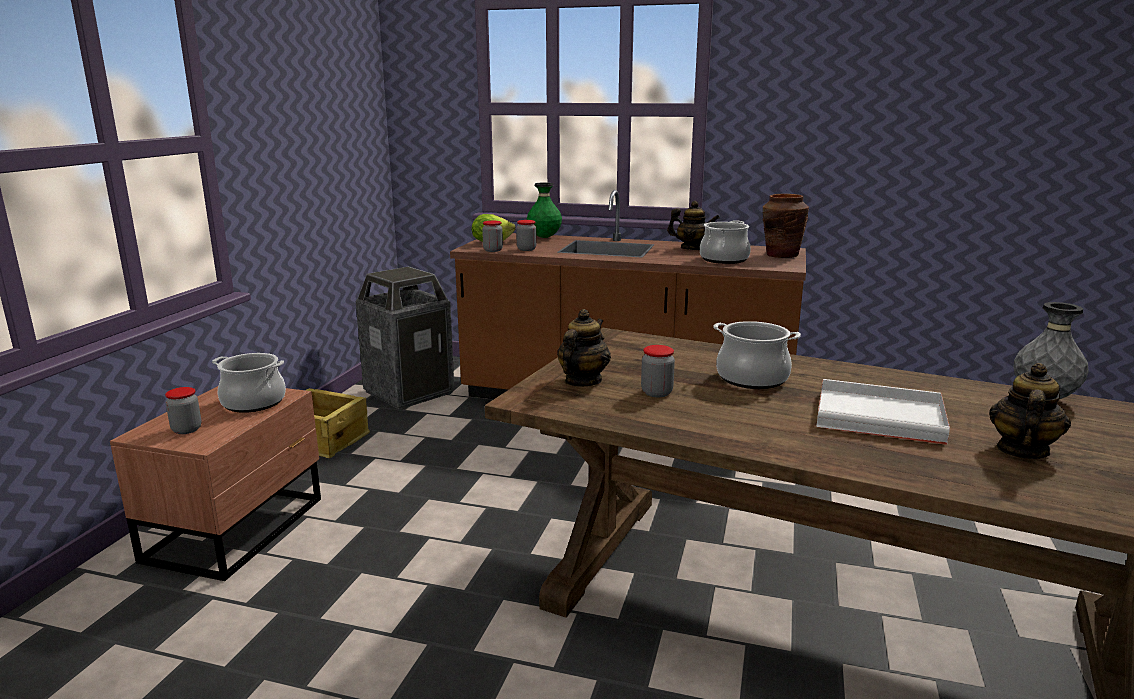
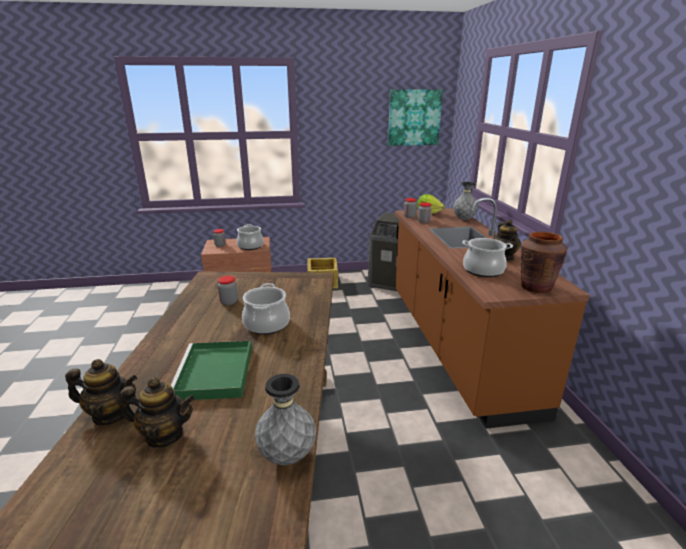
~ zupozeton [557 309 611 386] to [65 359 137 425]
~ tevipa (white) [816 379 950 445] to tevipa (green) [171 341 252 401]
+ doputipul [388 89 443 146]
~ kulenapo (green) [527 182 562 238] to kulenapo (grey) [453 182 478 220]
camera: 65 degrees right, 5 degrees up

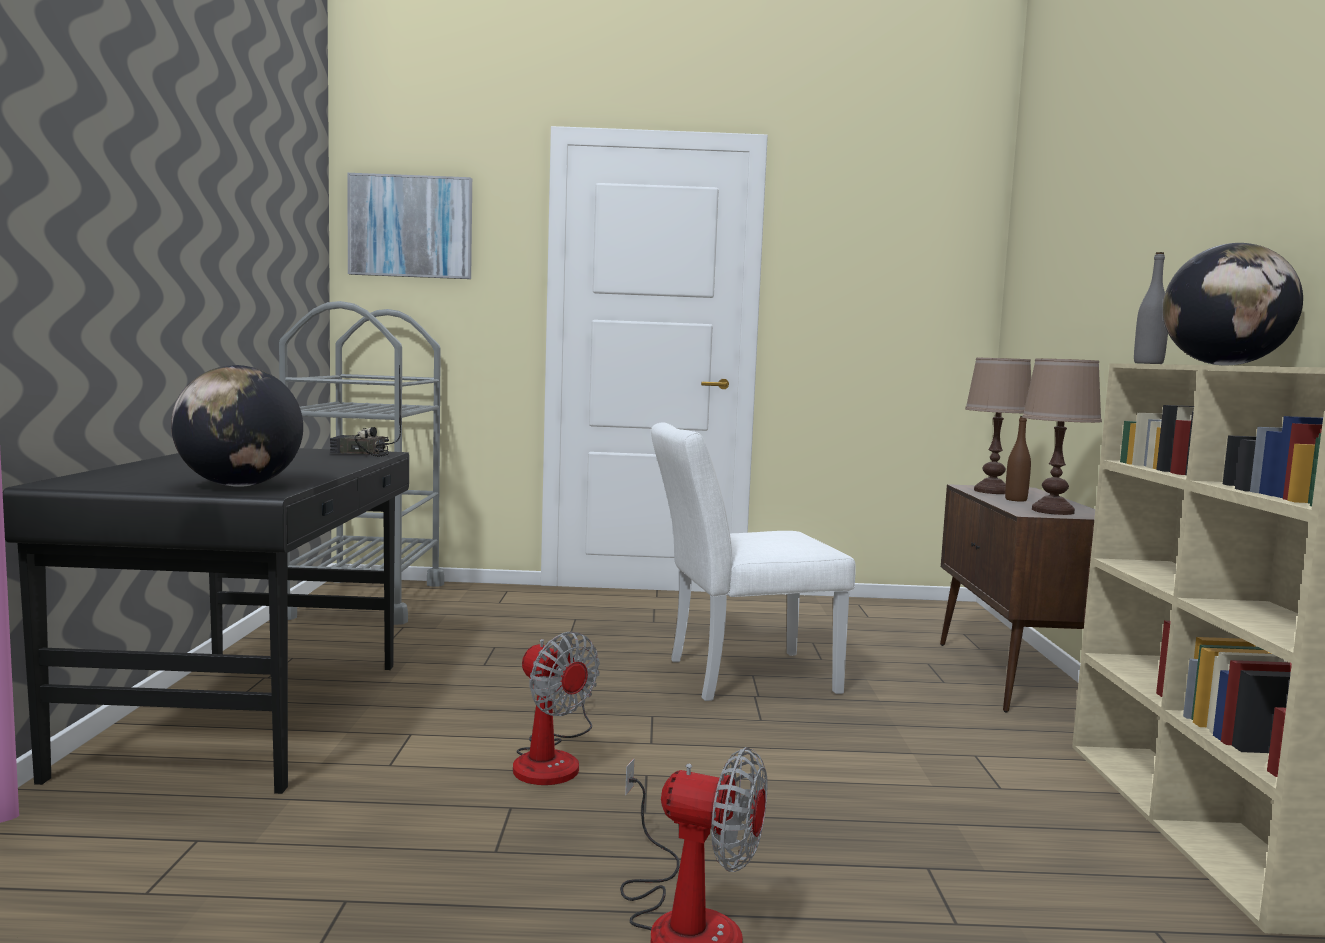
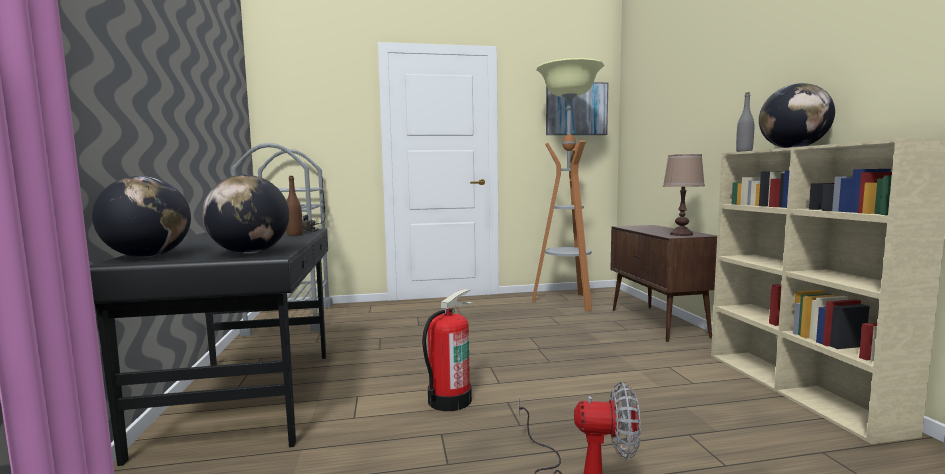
+ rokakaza [92 176 191 257]
~ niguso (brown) [1005 416 1031 502] to [286 176 303 236]
~ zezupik [513 632 600 785] to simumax [422 289 472 411]
+ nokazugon [532 58 604 311]
~ doputipul [347 173 472 279] to [546 82 609 135]
- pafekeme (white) [651 423 856 701]
- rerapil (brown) [965 358 1031 494]
camera: 10 degrees left, 0 degrees up

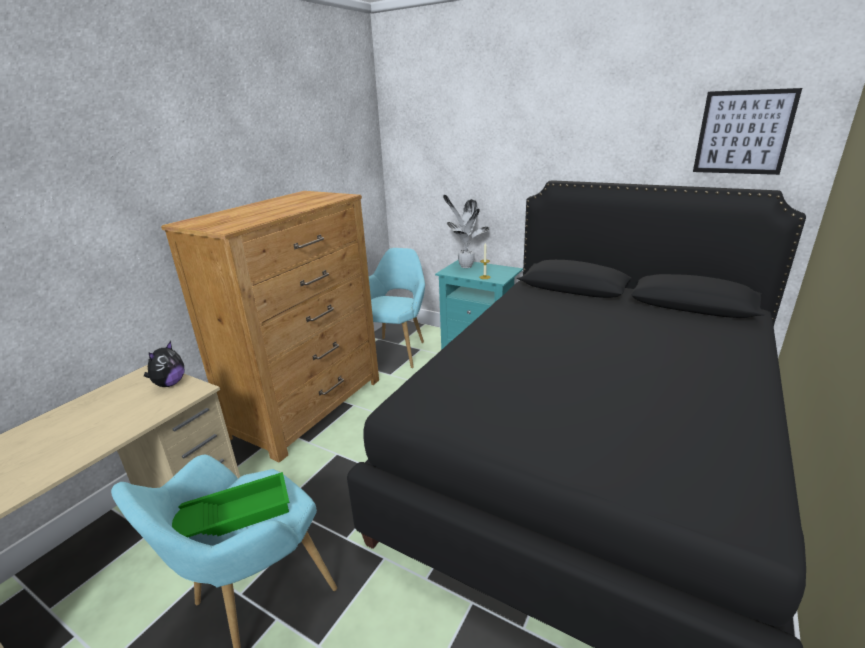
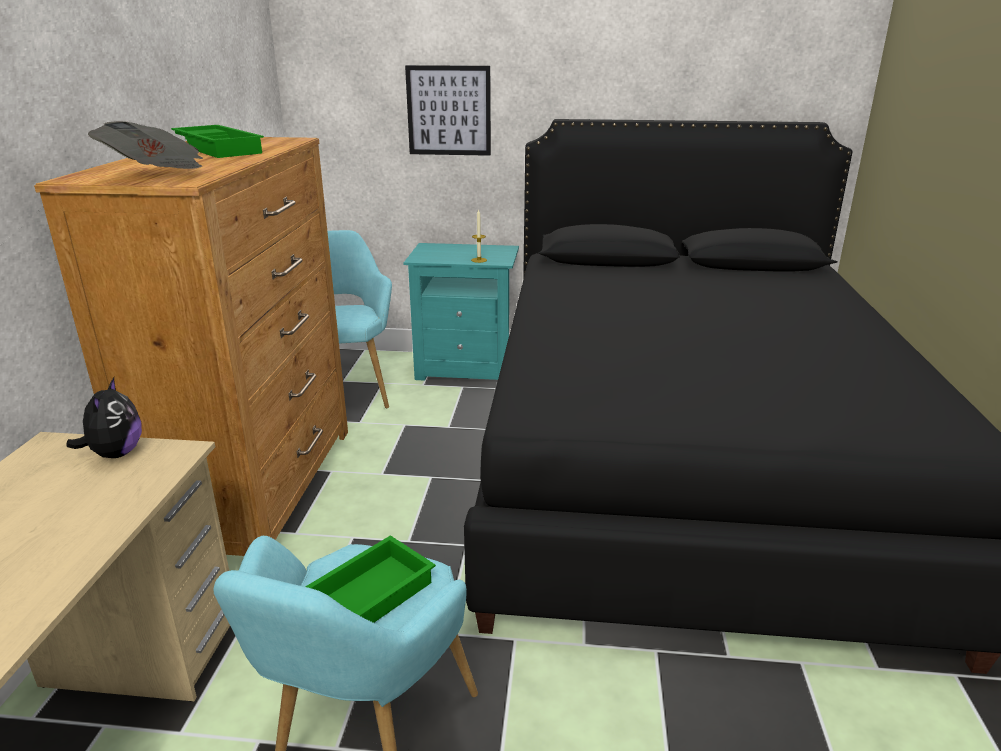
+ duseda [88 121 203 169]
+ tevipa (green) [171 125 264 158]
~ doputipul [693 88 802 175] to [405 65 491 156]
- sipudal [443 195 490 268]
camera: 25 degrees left, 0 degrees up

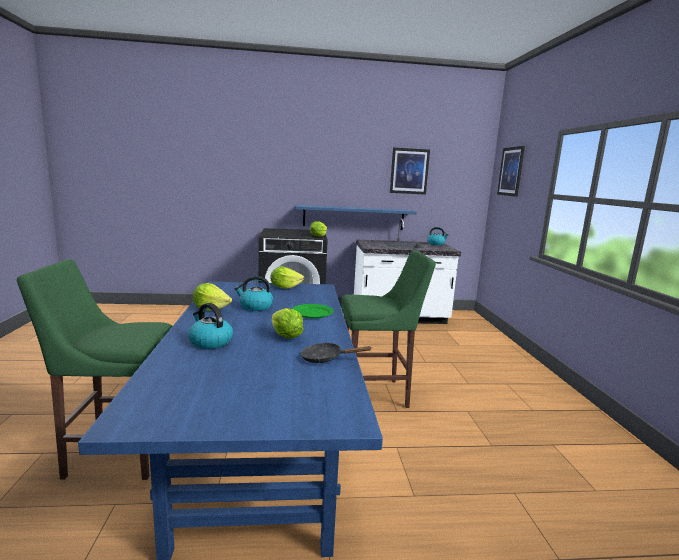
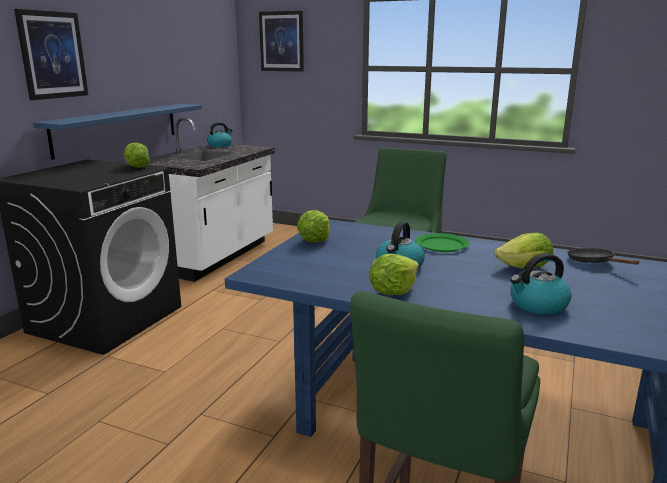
~ doputipul [390 147 430 195] to [14 9 88 100]
~ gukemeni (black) [301 343 371 363] = [567 248 640 265] 120 degrees clockwise
camera: 60 degrees left, 5 degrees up

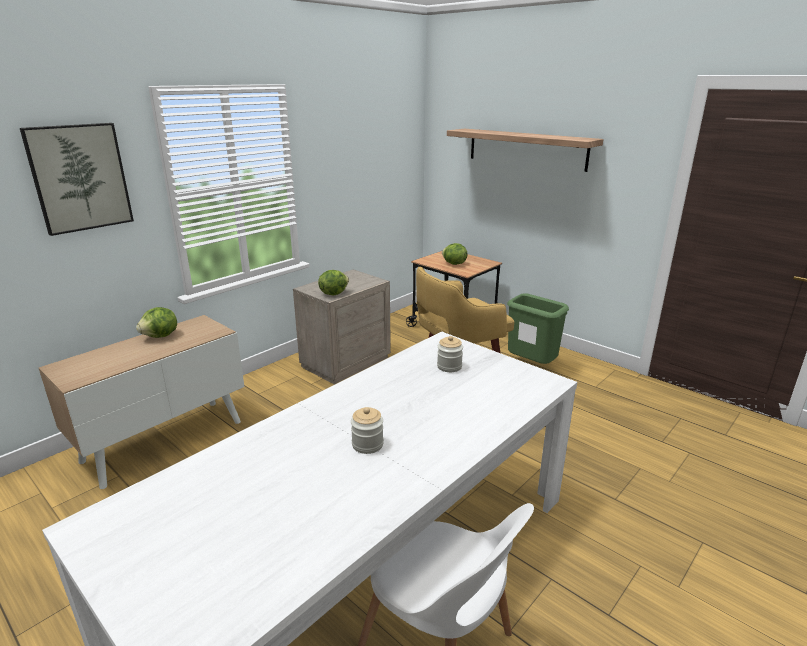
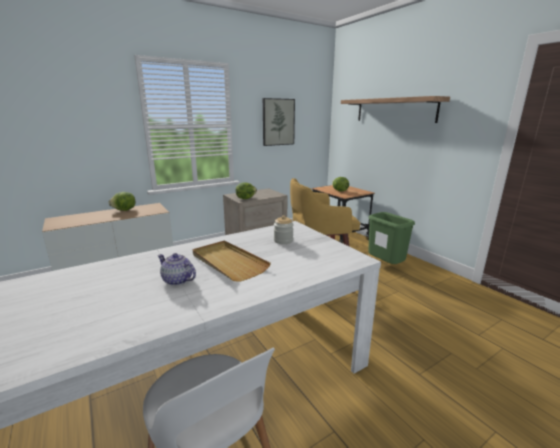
~ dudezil [351 407 384 454] to zupozeton [157 253 196 286]
+ tevipa (beige) [193 240 271 282]
~ doputipul [20 123 134 236] to [263 98 295 146]
camera: 15 degrees right, 5 degrees down

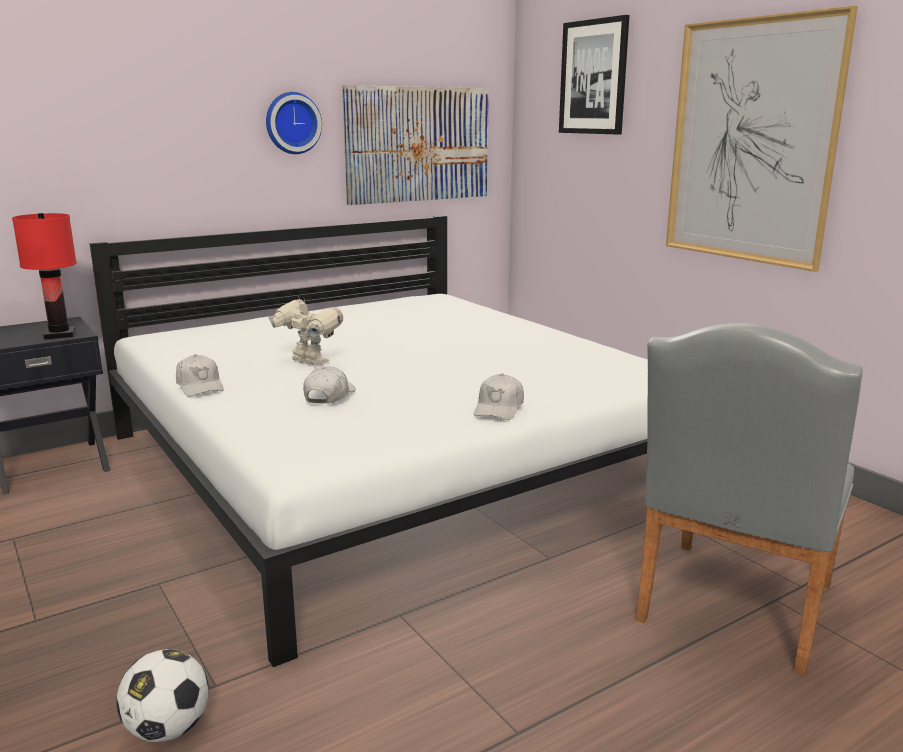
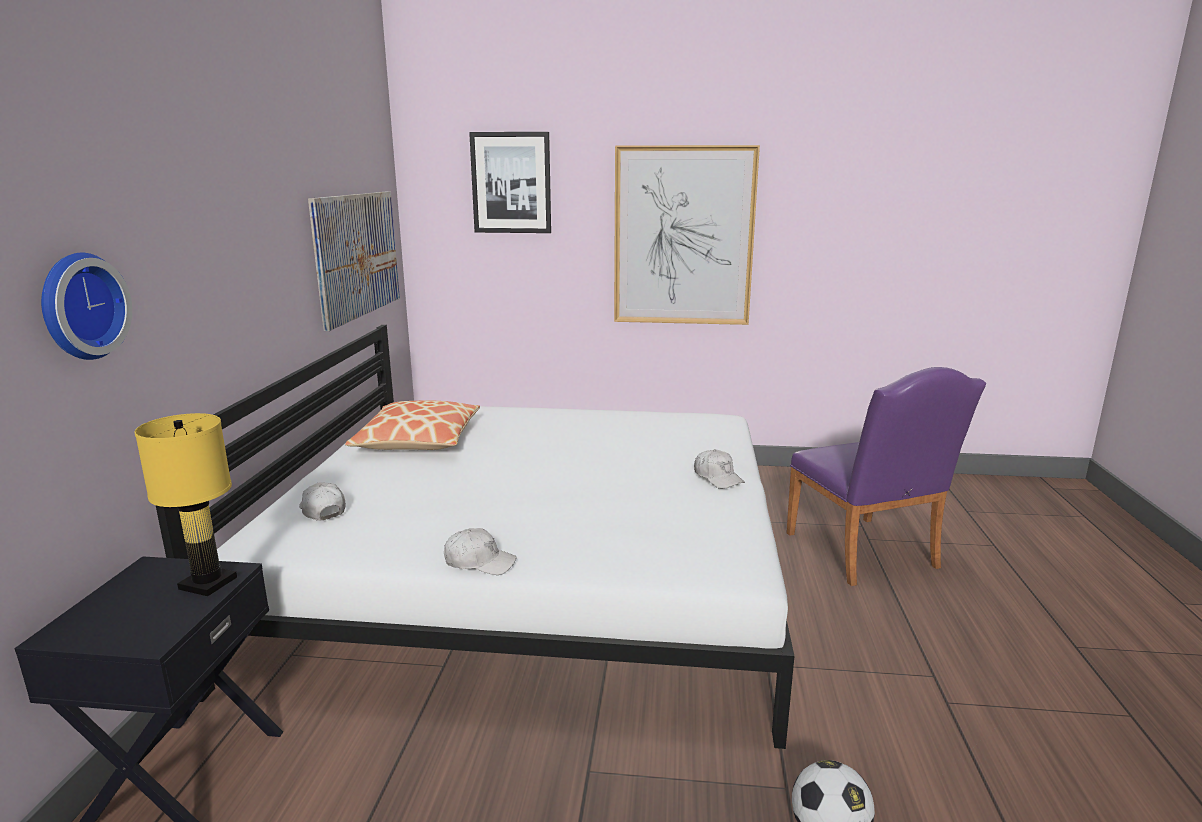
~ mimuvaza [266 92 322 154] to [41 253 132 360]
~ rerapil (red) [12 213 77 339] to rerapil (yellow) [135 413 237 596]
~ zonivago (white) [303 366 356 403] to [299 482 346 521]
+ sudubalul [345 401 480 450]
~ pafekeme (grey) [635 323 863 675] to pafekeme (purple) [786 367 986 586]
- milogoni [268 296 343 365]
camera: 50 degrees left, 0 degrees up

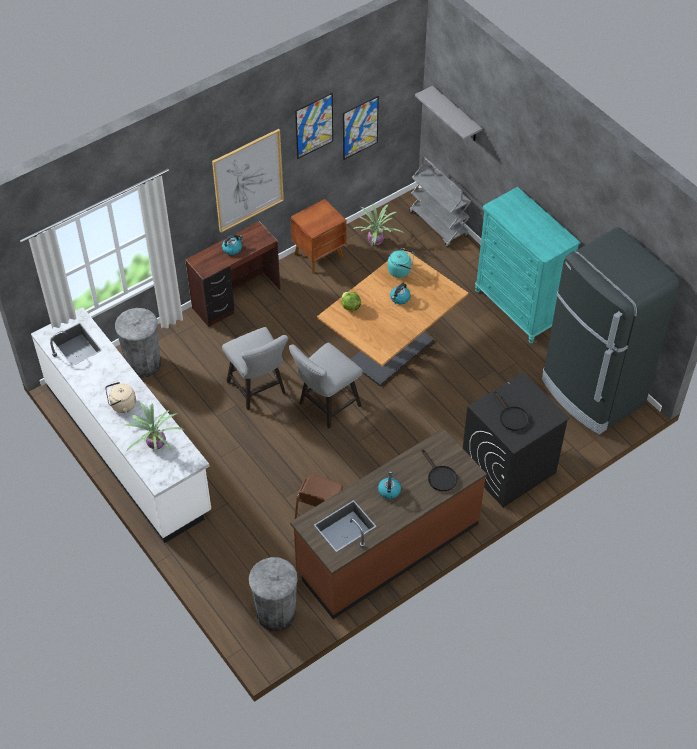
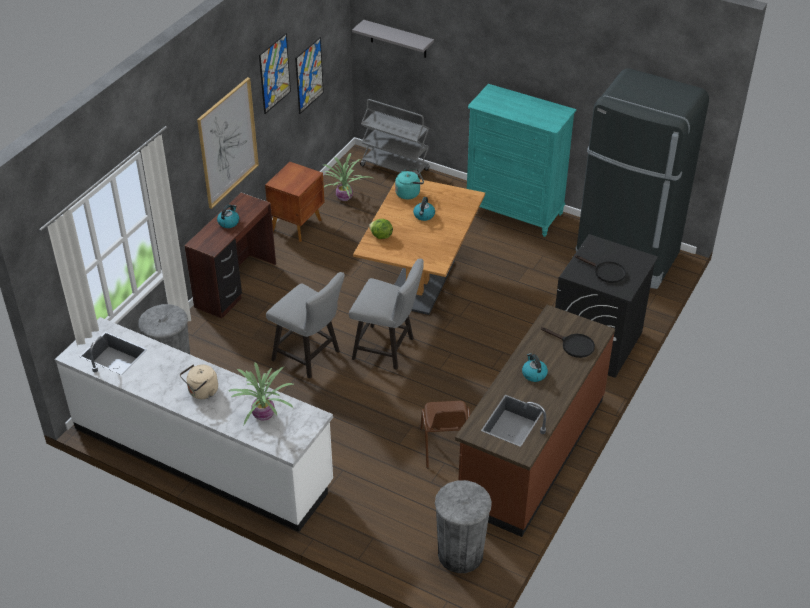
~ pafekeme (grey) [289 343 363 428] = [349 259 424 370] 90 degrees counterclockwise
camera: 25 degrees left, 10 degrees down

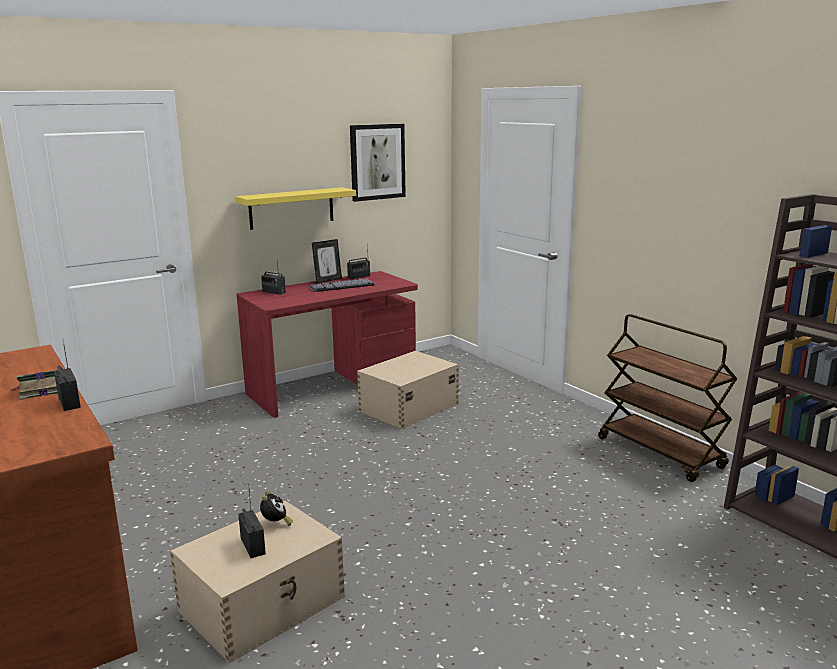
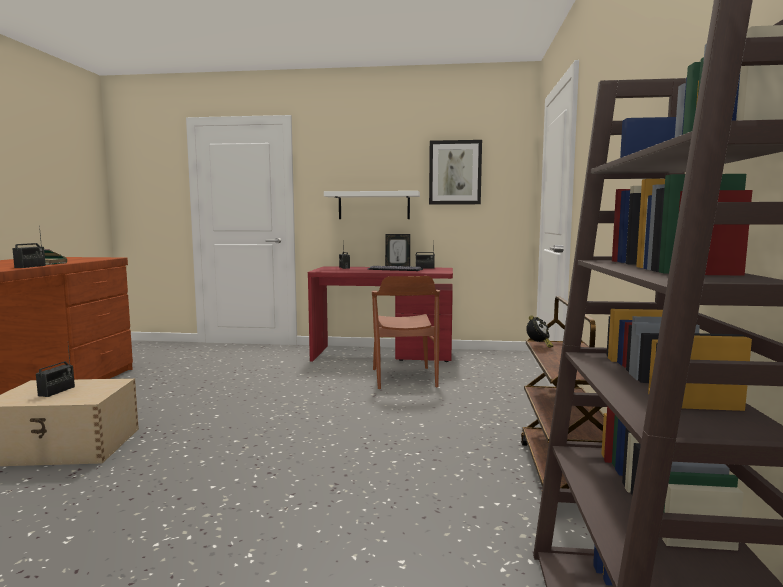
~ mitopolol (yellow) [235 187 356 230] to mitopolol (white) [324 191 420 219]
~ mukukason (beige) [357 351 459 429] to pafekeme (brown) [372 276 440 389]
~ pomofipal [260 491 293 526] to [526 315 554 348]
camera: 40 degrees right, 10 degrees down

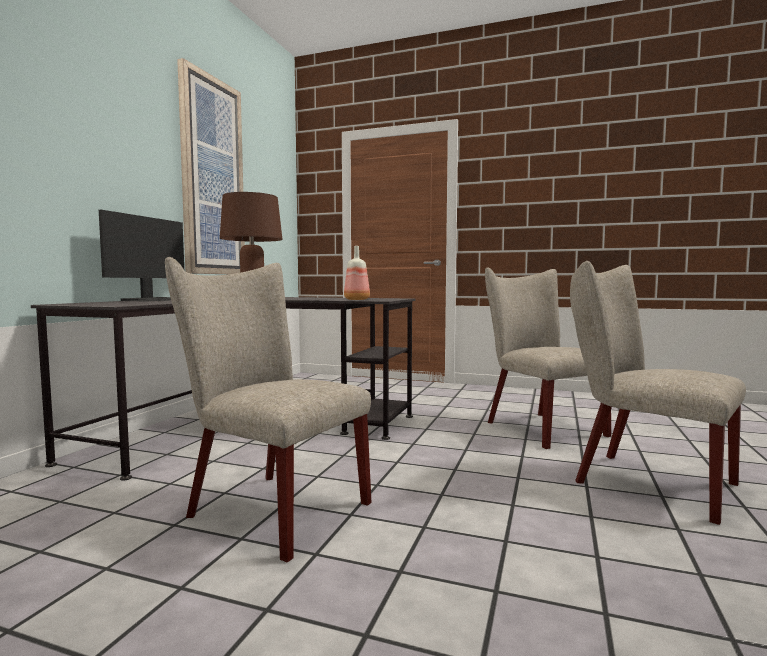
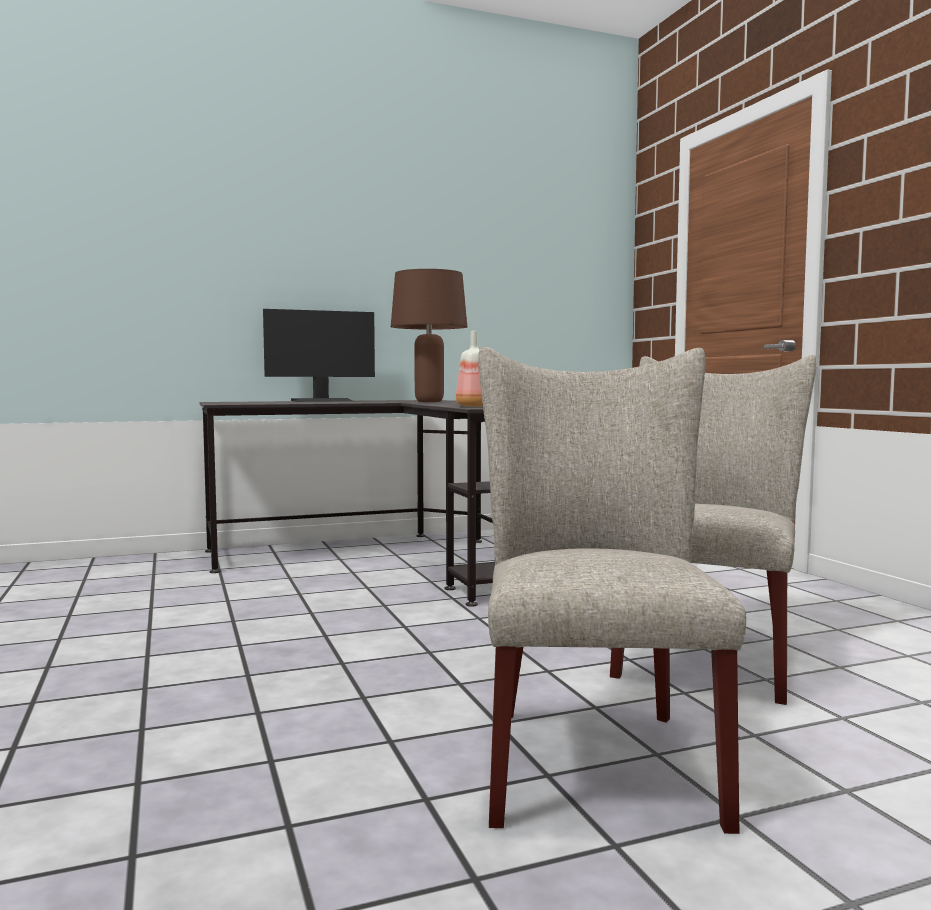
- pafekeme (beige) [165 257 372 562]
- doputipul [177 58 245 274]
camera: 50 degrees right, 0 degrees up

